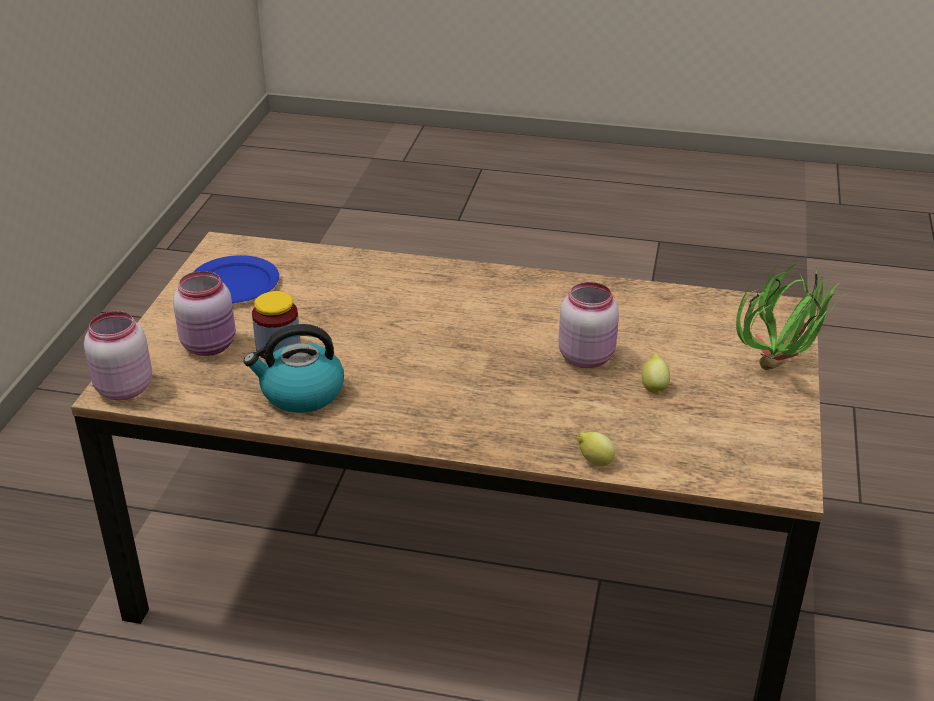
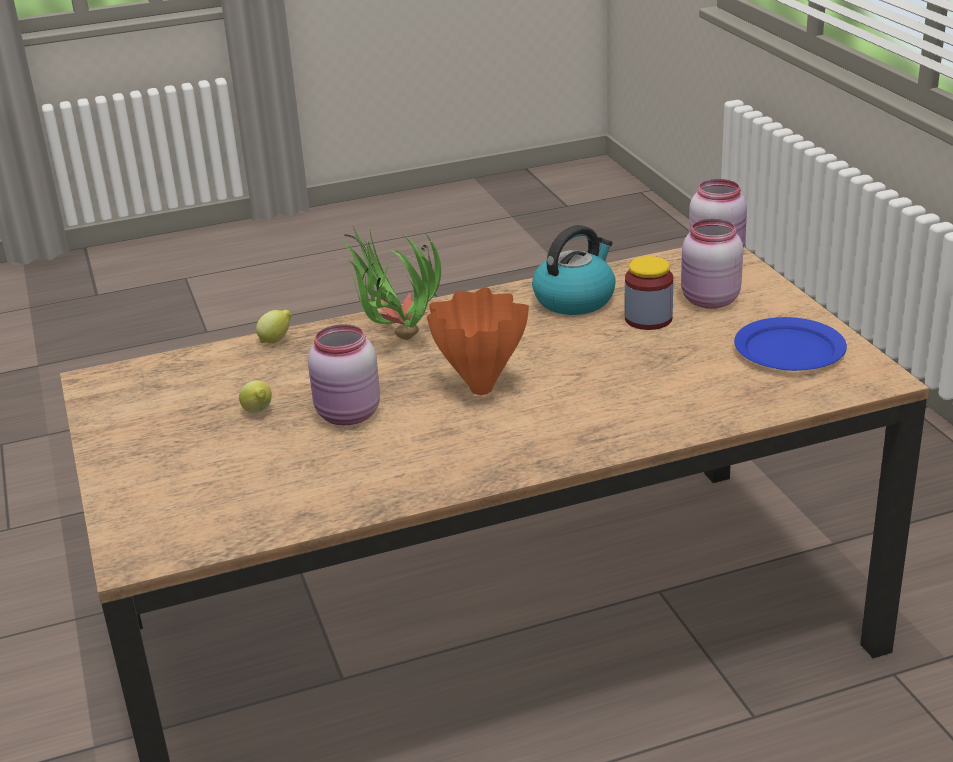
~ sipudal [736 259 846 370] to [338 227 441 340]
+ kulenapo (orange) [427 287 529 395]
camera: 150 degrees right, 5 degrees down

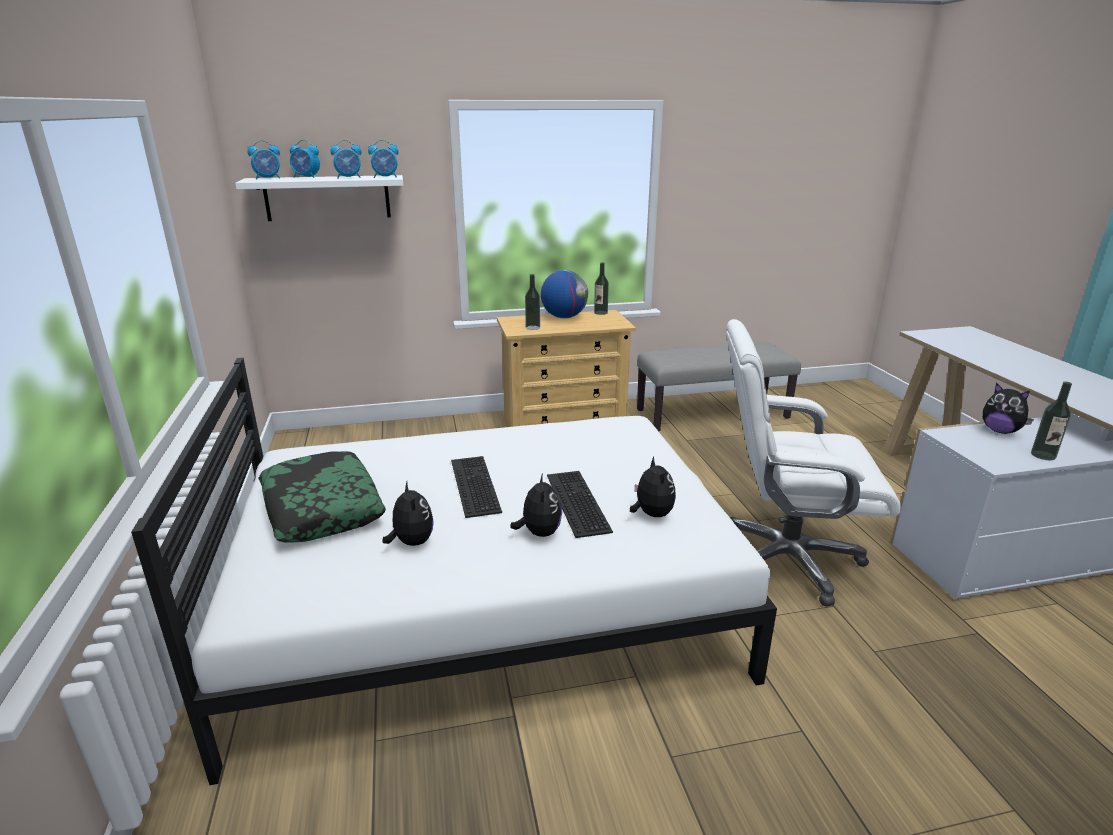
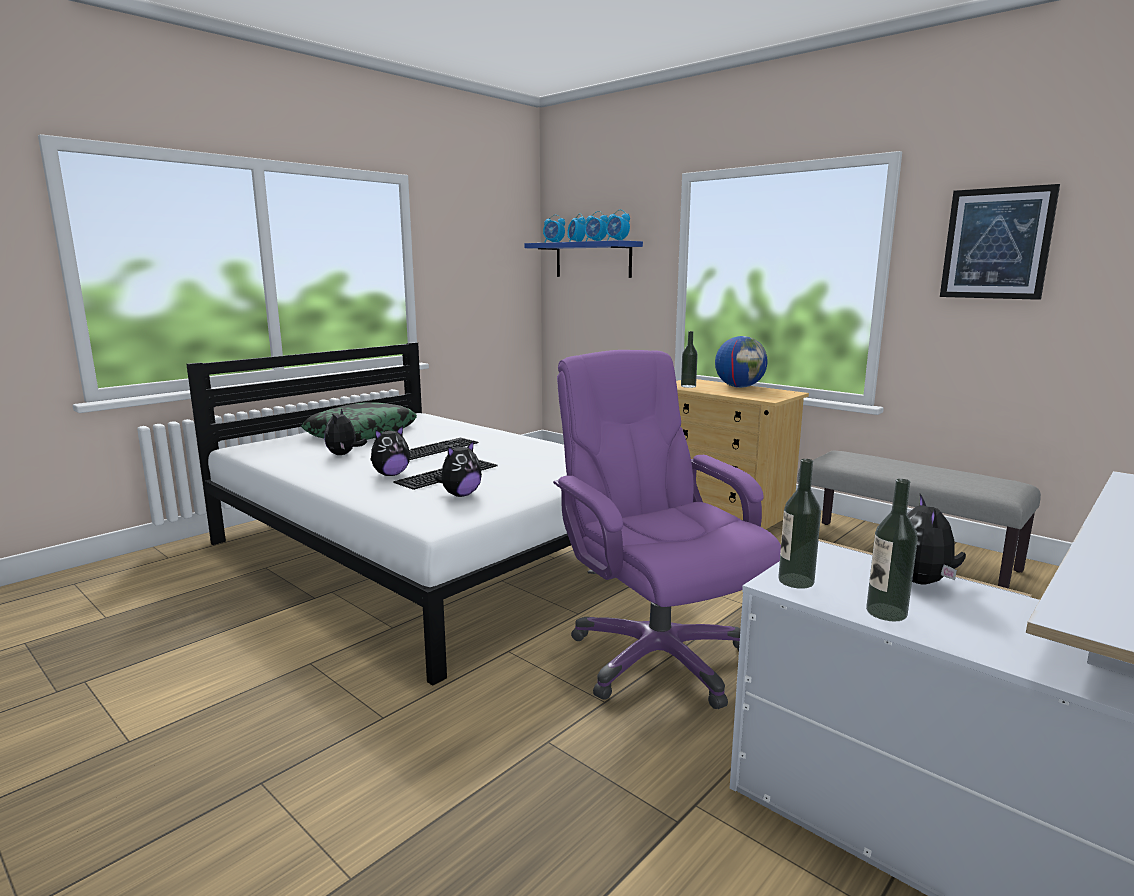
~ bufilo [382 482 434 546] = [324 409 367 455] 150 degrees clockwise
~ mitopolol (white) [235 175 404 221] to mitopolol (blue) [524 240 643 278]
~ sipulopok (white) [726 319 901 607] to sipulopok (purple) [553 350 781 709]
~ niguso [594 263 609 315] to [778 459 821 589]
+ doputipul [940 184 1060 300]
camera: 55 degrees right, 10 degrees down

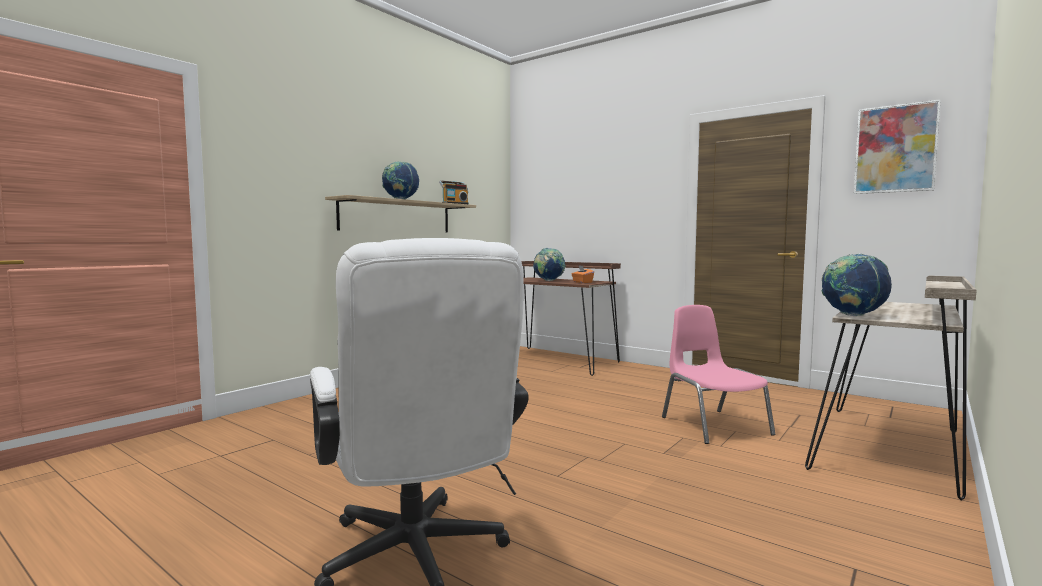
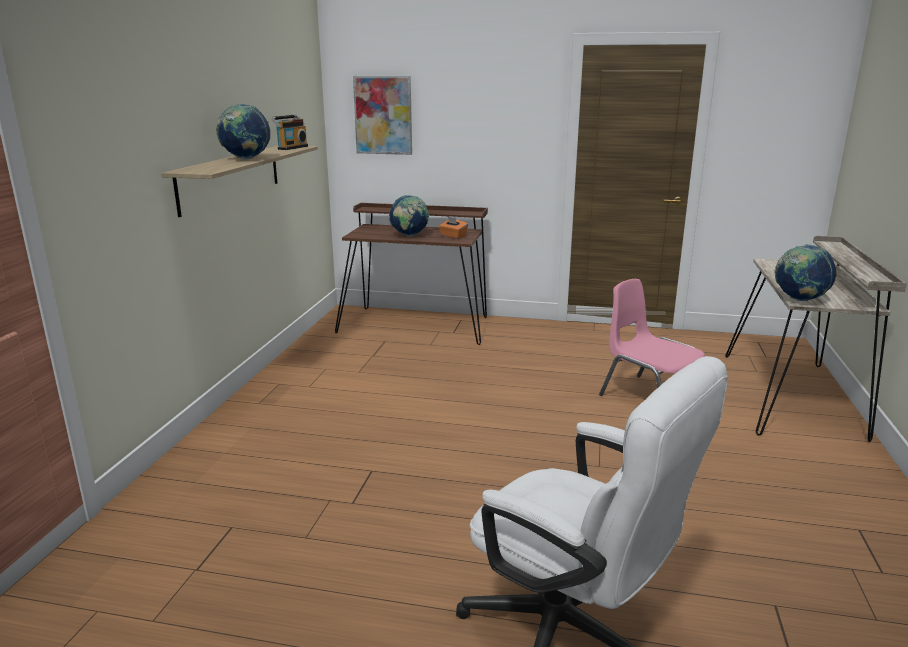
~ doputipul [854 99 941 194] to [353 76 412 155]
camera: 25 degrees left, 15 degrees up

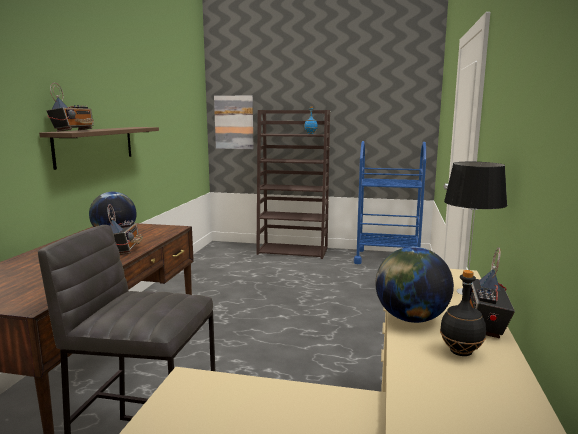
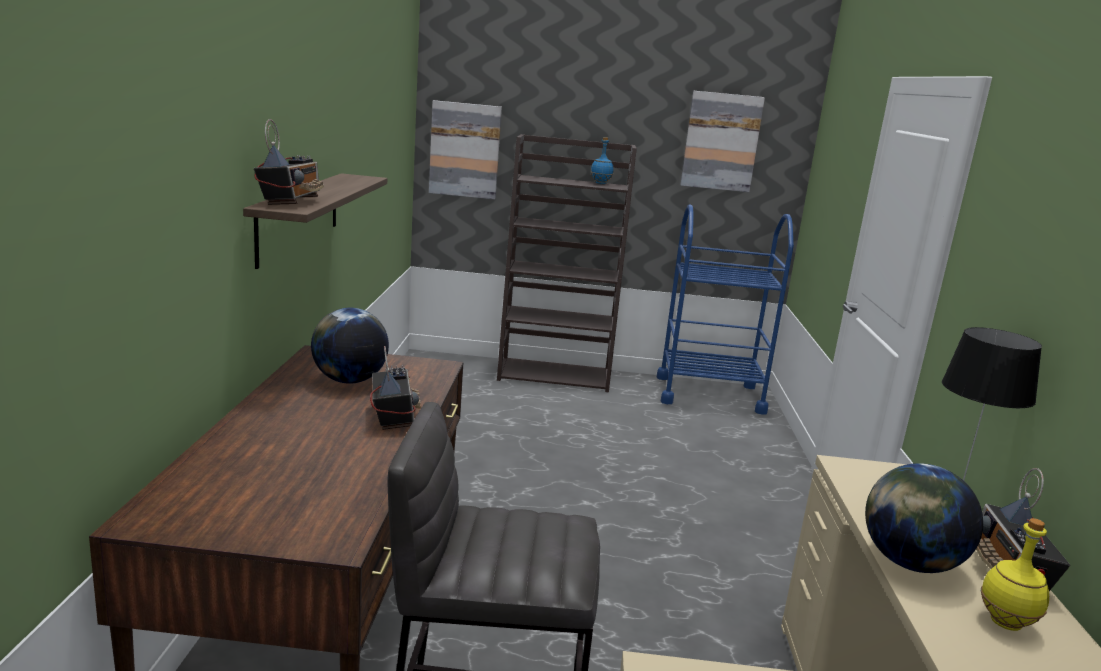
+ doputipul [680 91 765 192]
~ niguso (black) [440 270 486 356] to niguso (yellow) [981 518 1049 631]
camera: 10 degrees left, 5 degrees up

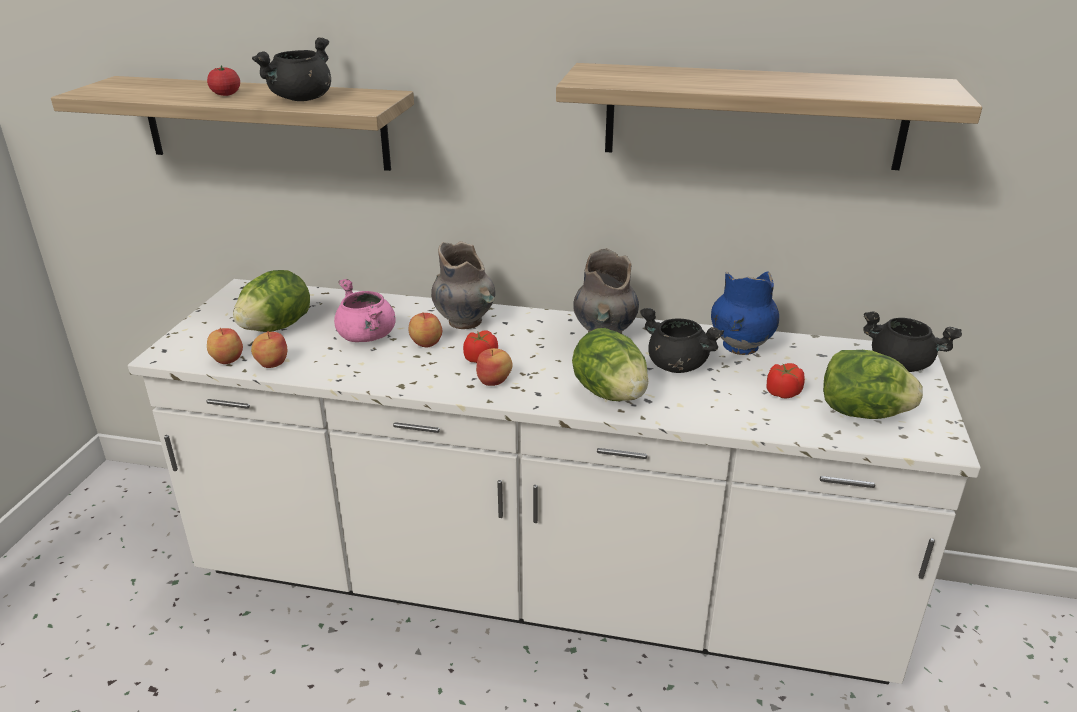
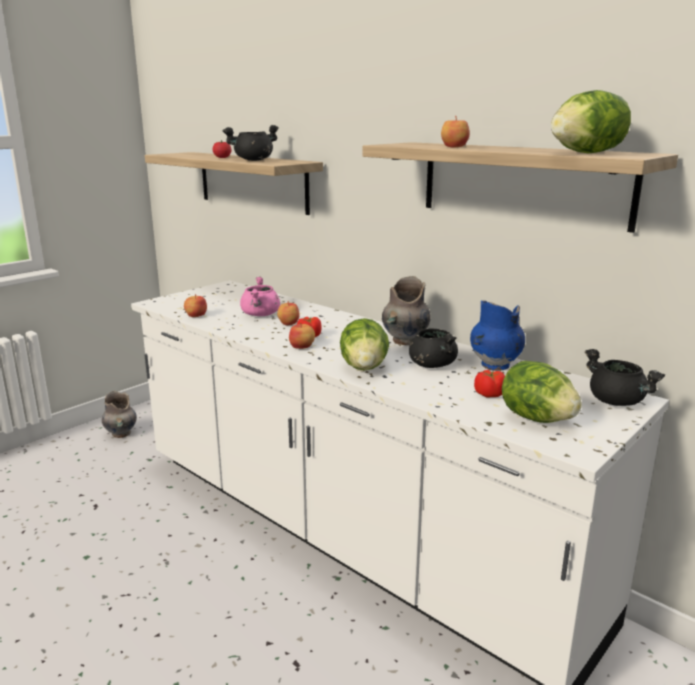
~ kulenapo (grey) [431 241 495 329] to [102 391 137 438]
~ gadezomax [207 328 243 364] to [441 116 470 148]
~ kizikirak [233 270 310 332] to [551 90 631 153]
camera: 30 degrees right, 10 degrees down

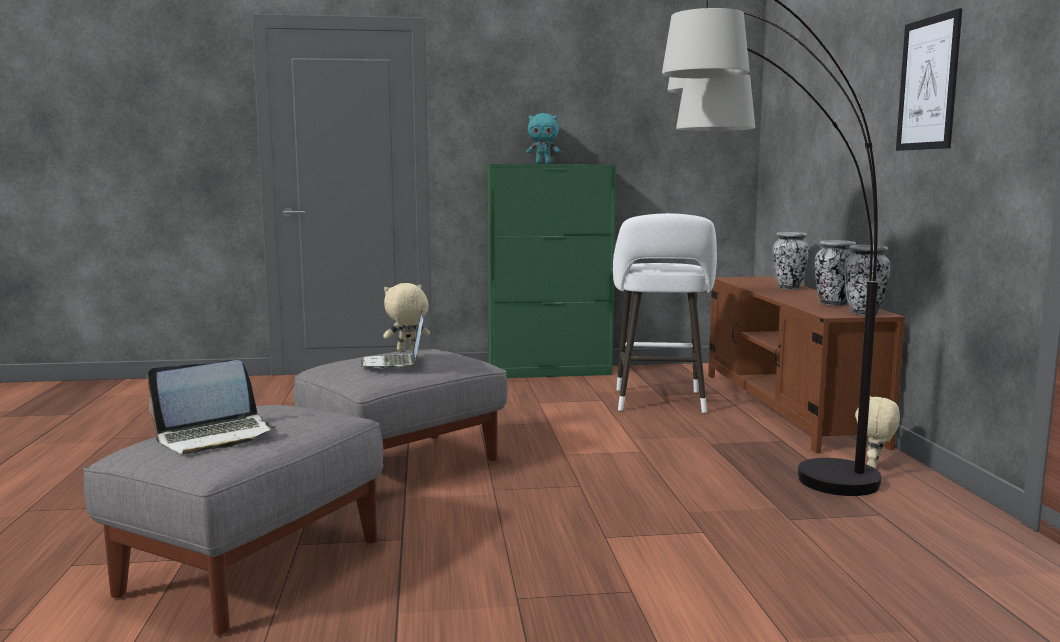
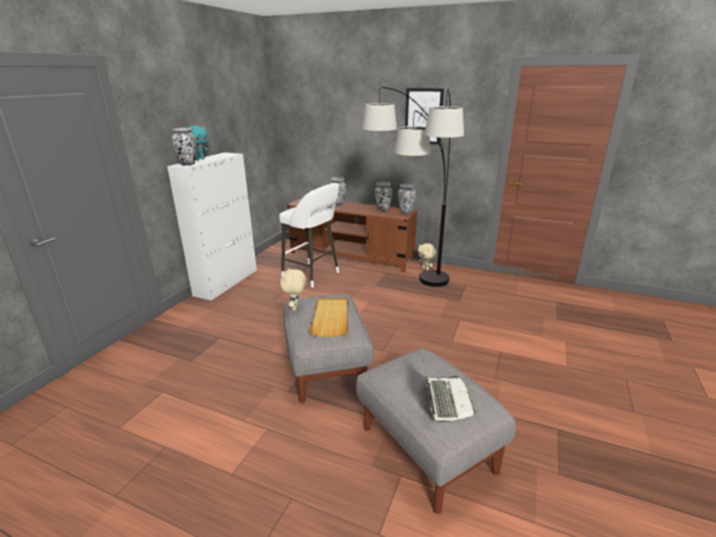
~ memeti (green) [487 164 616 378] to memeti (white) [167 152 257 301]
+ kulenapo [171 128 196 165]
~ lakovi [361 310 423 368] to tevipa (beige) [309 298 349 337]
camera: 60 degrees left, 15 degrees up

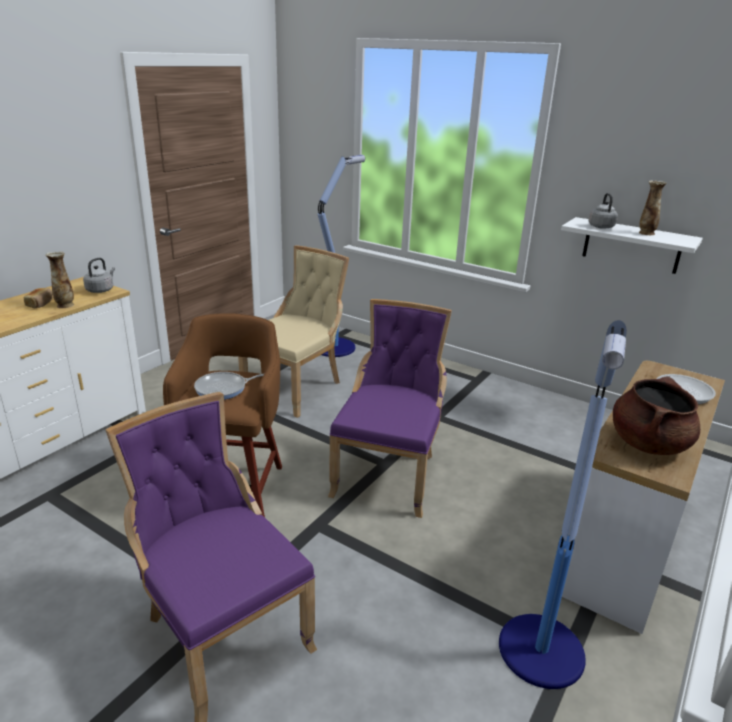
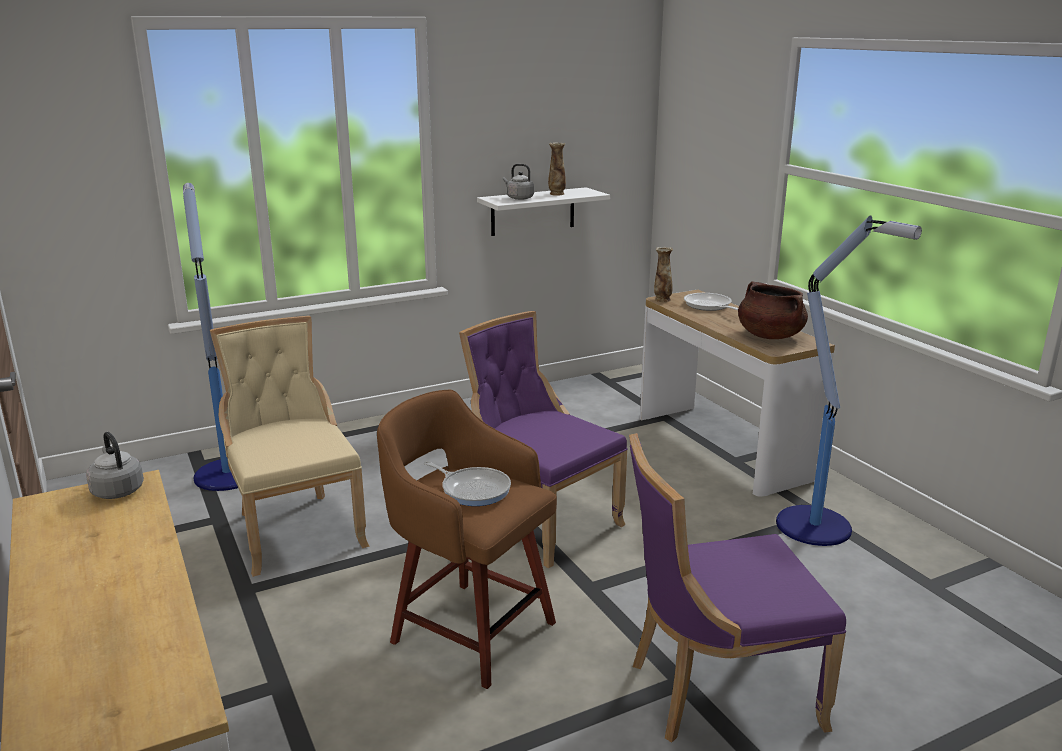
~ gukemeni [194 372 264 400] = [424 461 511 506] 60 degrees counterclockwise
~ kulenapo [45 251 74 308] to [654 247 673 302]
- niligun [23 288 53 308]
camera: 60 degrees left, 5 degrees down

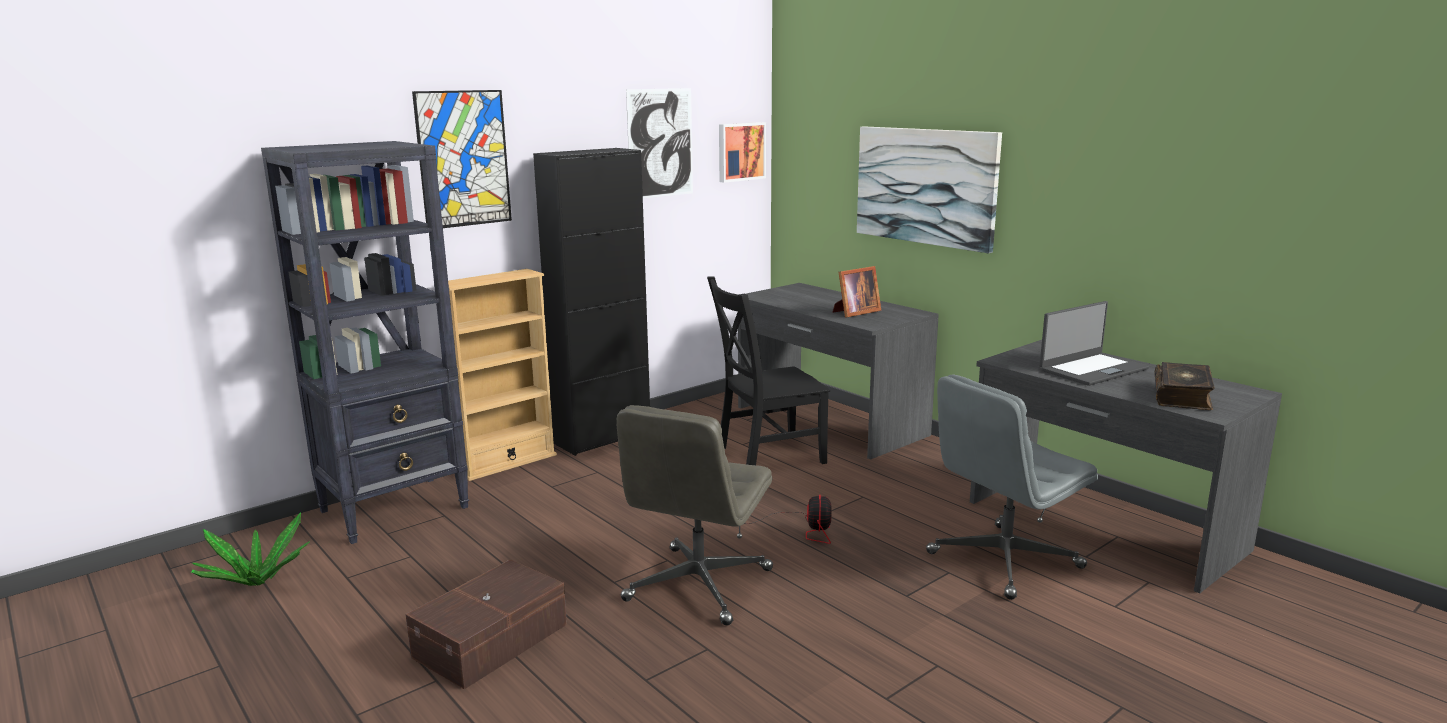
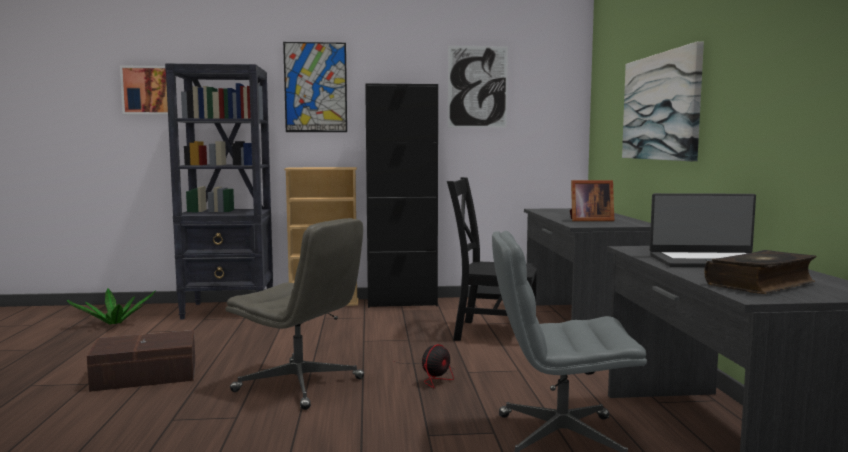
~ doputipul [719 122 766 183] to [120 66 168 115]
~ sipulopok (grey) [616 405 773 625] = [226 218 364 410] 120 degrees counterclockwise
camera: 35 degrees right, 10 degrees down

